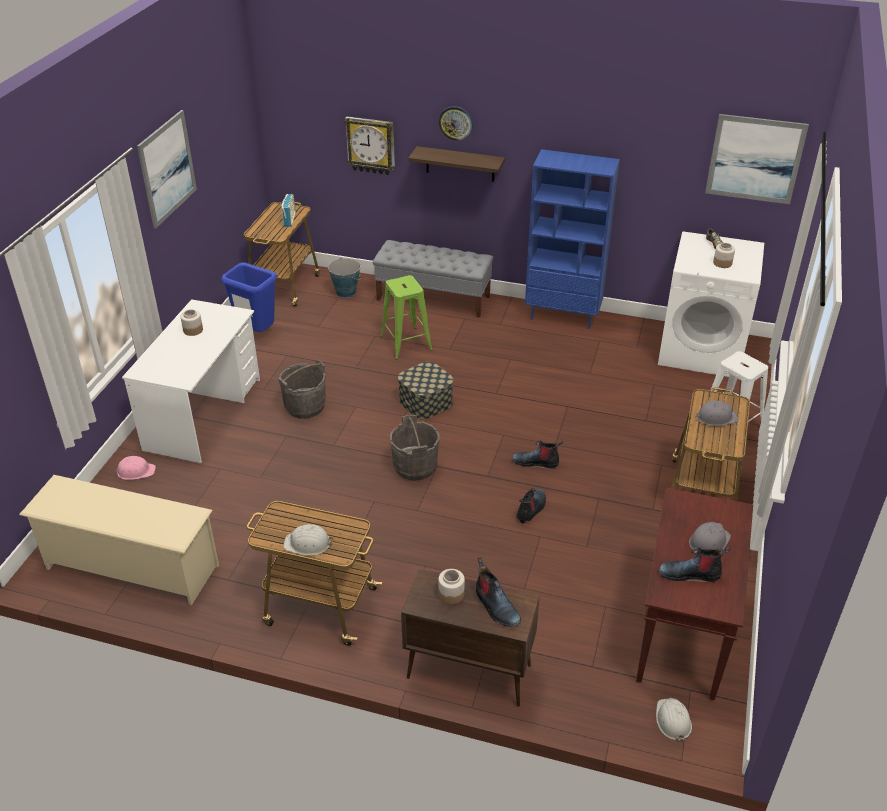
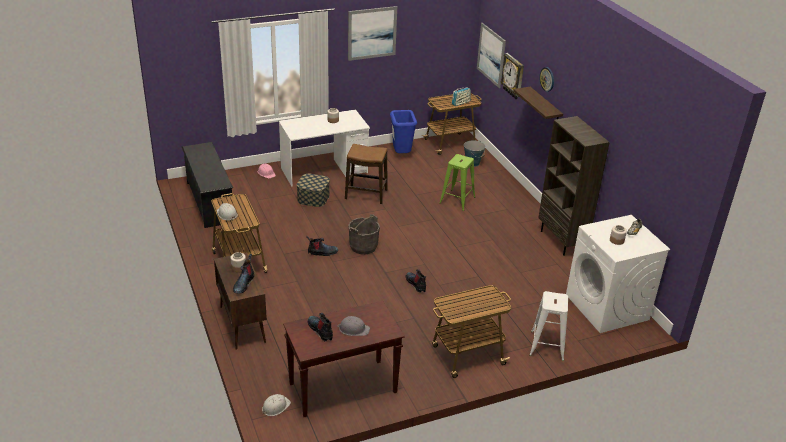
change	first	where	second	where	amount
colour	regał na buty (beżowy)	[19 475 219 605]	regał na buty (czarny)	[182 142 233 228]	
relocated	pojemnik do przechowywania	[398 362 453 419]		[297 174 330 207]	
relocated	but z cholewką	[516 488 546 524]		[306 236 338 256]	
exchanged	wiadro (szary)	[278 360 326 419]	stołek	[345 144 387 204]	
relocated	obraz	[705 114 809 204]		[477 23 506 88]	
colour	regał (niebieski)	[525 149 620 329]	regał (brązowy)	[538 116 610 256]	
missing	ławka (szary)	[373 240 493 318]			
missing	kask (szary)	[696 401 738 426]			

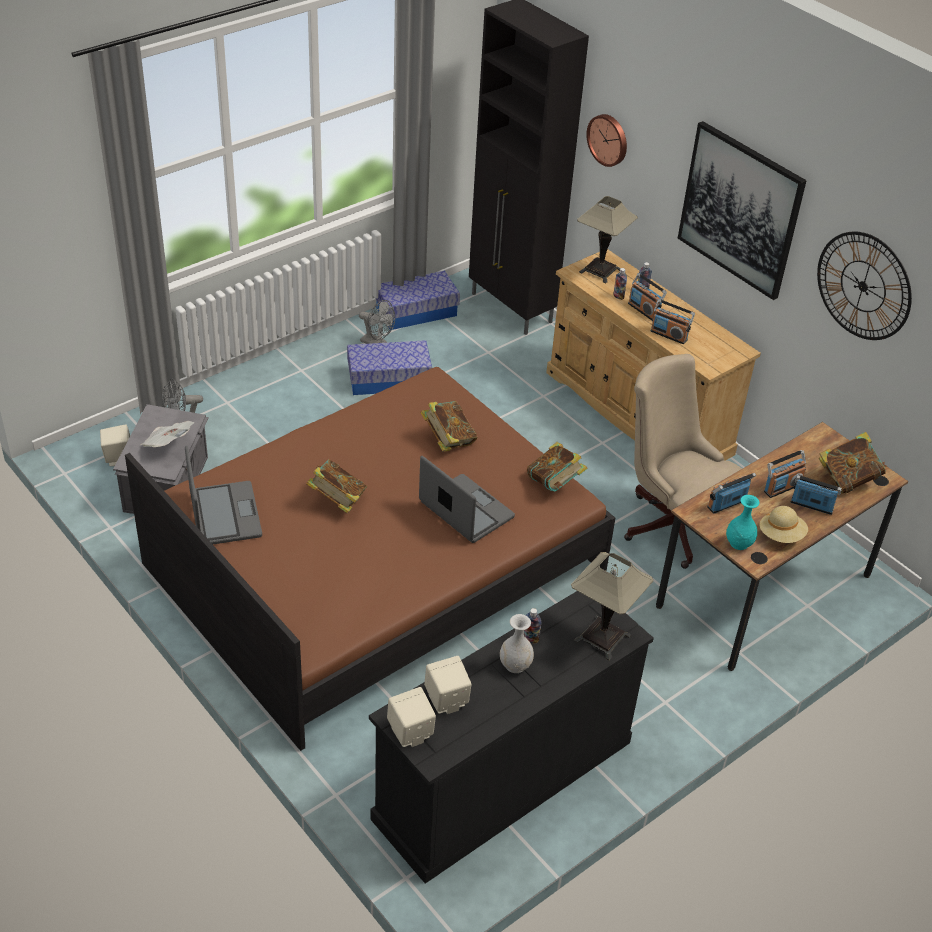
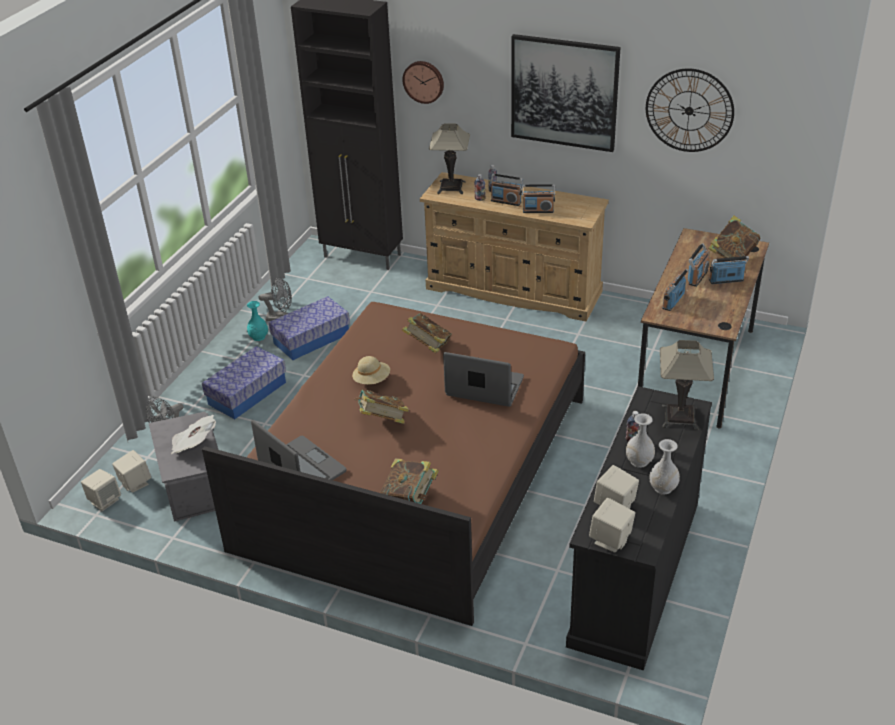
change	first	where	second	where	amount
appeared			głośnik (beżowy)	[81 469 121 511]	
relocated	pojemnik do przechowywania	[375 271 460 330]		[202 346 286 419]	
relocated	wazon (turkusowy)	[726 495 760 550]		[247 301 268 341]	
relocated	kapelusz (beżowy)	[759 506 808 543]		[352 356 390 384]	
relocated	książka	[527 442 588 492]		[380 458 439 504]	
appeared			wazon (biały)	[649 439 680 494]	
missing	krzesło biurowe (beżowy)	[624 354 742 569]			

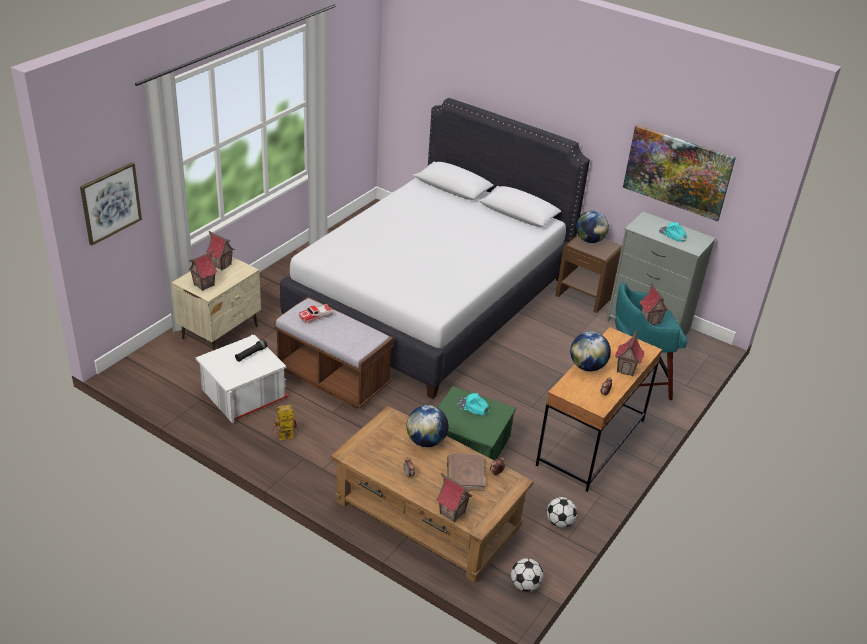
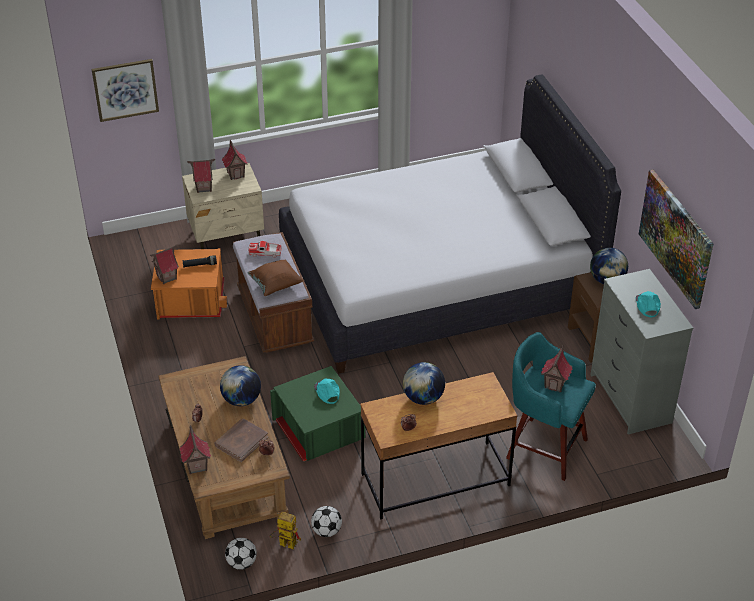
change	first	where	second	where	amount
relocated	domek	[615 330 645 376]		[150 245 179 284]	
colour	pojemnik do przechowywania (biały)	[195 335 288 423]	pojemnik do przechowywania (pomarańczowy)	[151 248 227 319]	
appeared			poduszka (brązowy)	[248 260 304 296]	
relocated	robot zabawkowy	[272 405 298 440]		[269 512 301 550]	

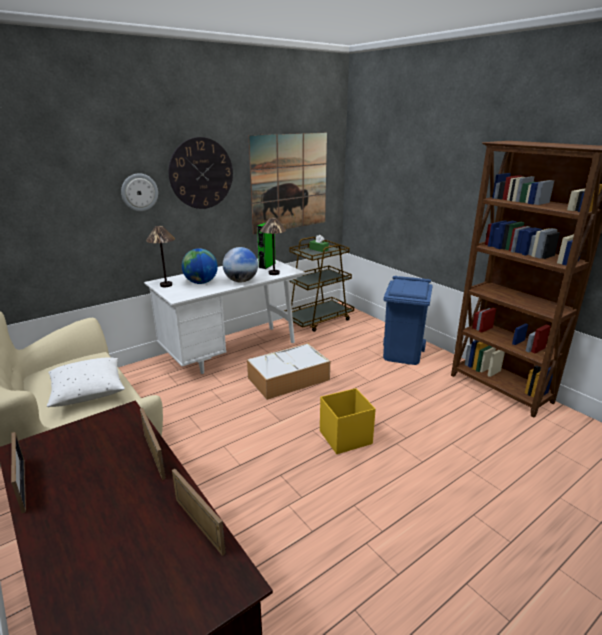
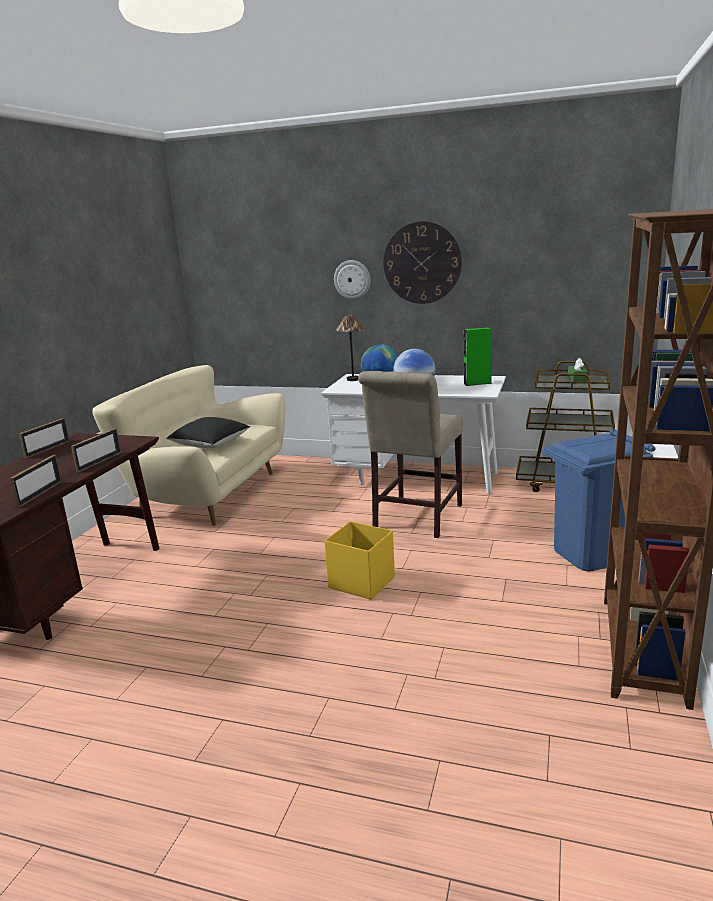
change	first	where	second	where	amount
colour	poduszka (biały)	[47 358 125 407]	poduszka (czarny)	[166 417 250 448]	
exchanged	pojemnik do przechowywania	[247 343 330 400]	krzesło (beżowy)	[358 371 463 538]	
missing	obraz	[249 133 327 235]			
missing	lampa stołowa	[260 218 286 275]			

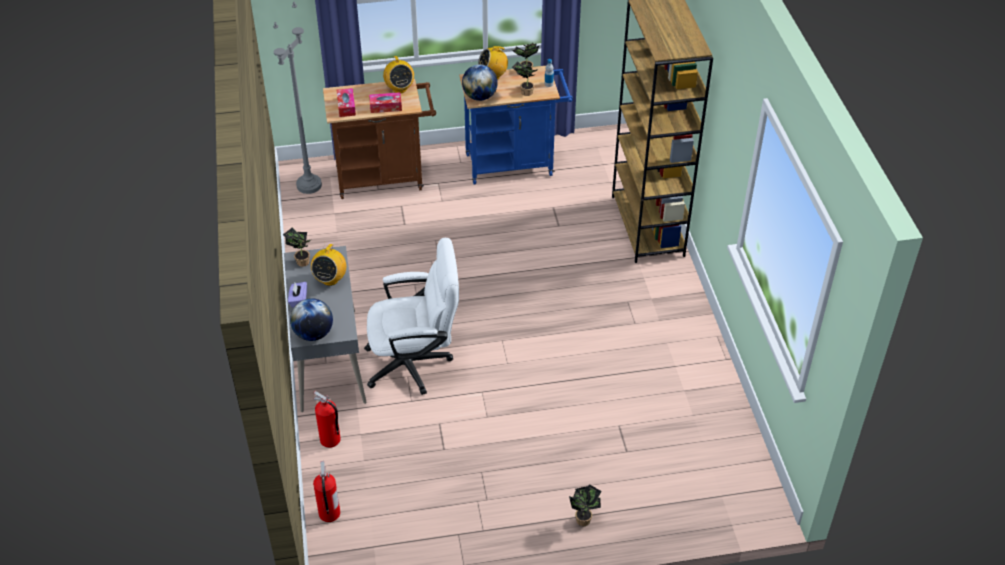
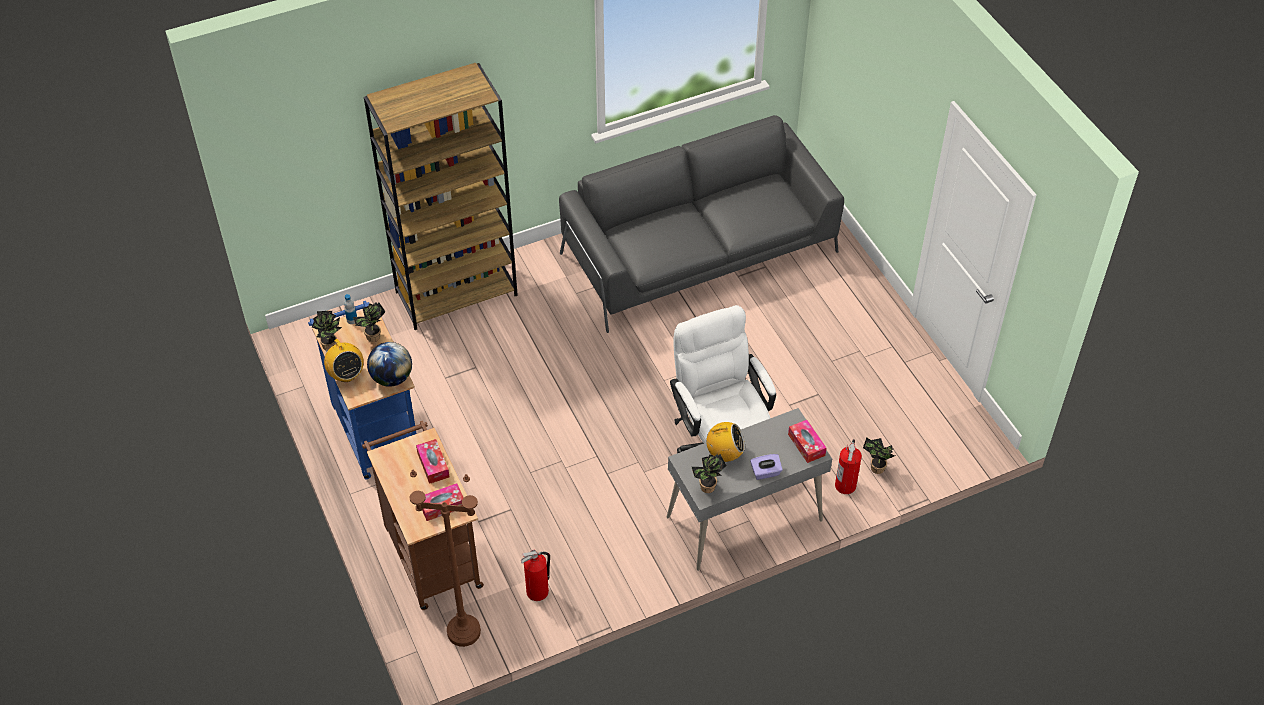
change	first	where	second	where	amount
colour	lampa stojąca (szary)	[273 2 322 194]	lampa stojąca (brązowy)	[410 470 481 647]	
relocated	gaśnica	[313 461 340 522]		[521 549 550 601]	
appeared			kanapa (szary)	[559 115 844 333]	
exchanged	globus	[290 298 333 341]	pudełko chusteczek	[788 420 826 463]	
relocated	roślina doniczkowa	[569 484 602 526]		[863 438 895 474]	
missing	radio	[383 56 414 94]			

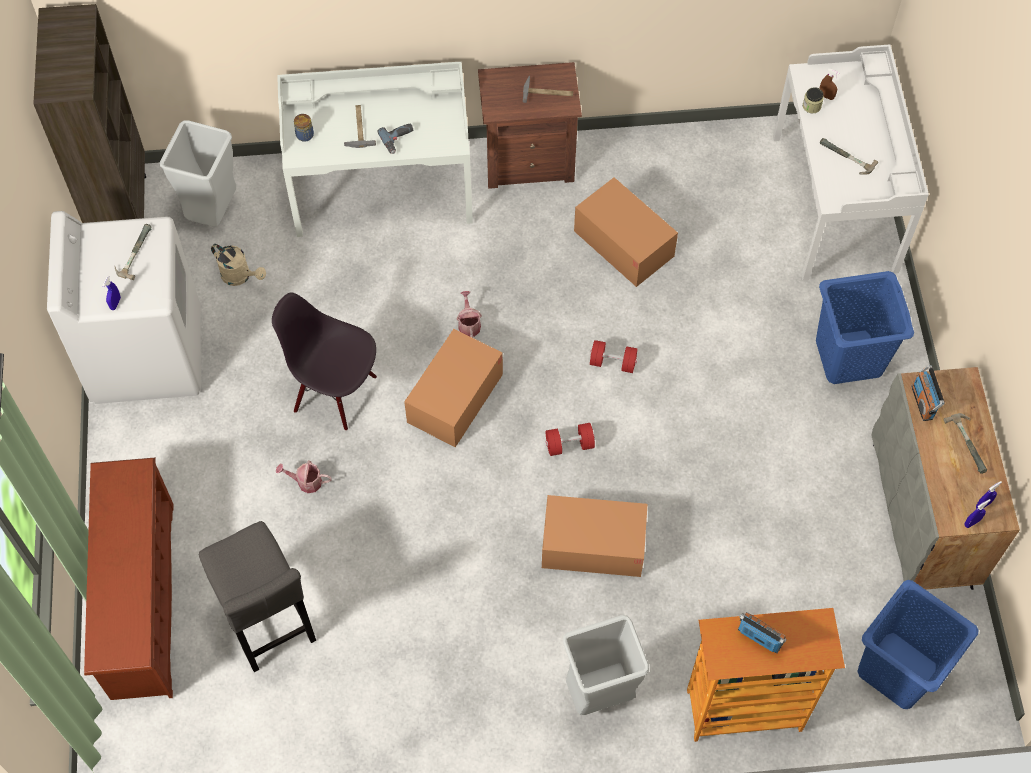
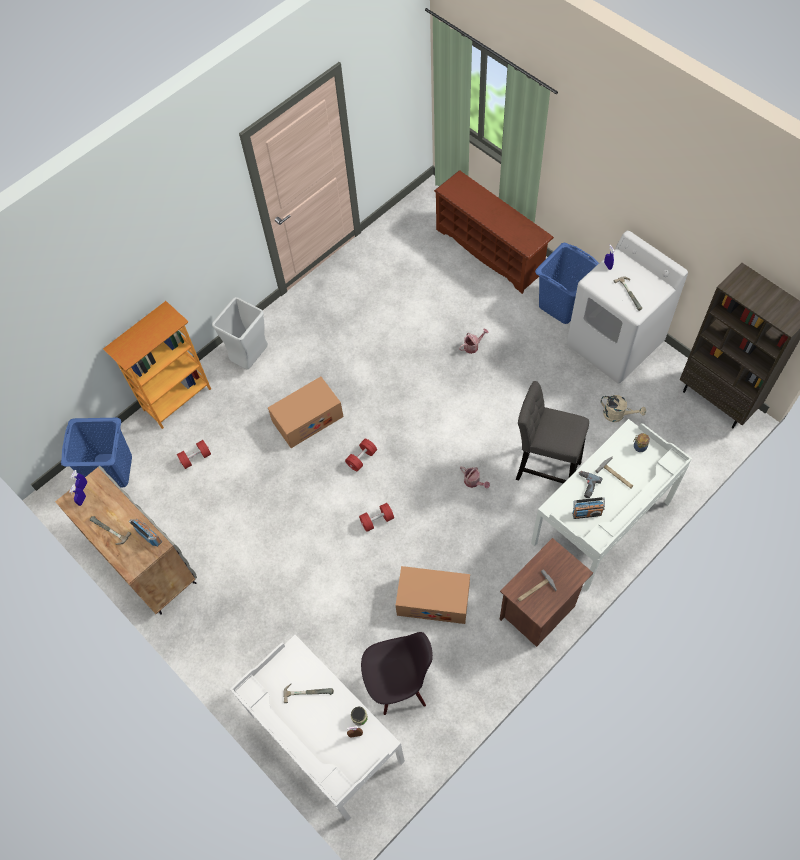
change	first	where	second	where	amount
appeared			hantel (czerwony)	[177 440 211 469]	
relocated	krzesło (czarny)	[272 293 377 431]		[361 632 433 715]	
relocated	stołek (szary)	[199 521 316 672]		[516 381 589 484]	
relocated	kosz na pranie (niebieski)	[816 271 914 384]		[535 243 599 324]	
relocated	radio	[738 612 786 653]		[572 497 605 519]	
spun	konewka (beżowy)	[211 244 266 286]		[601 395 646 422]	150 degrees counterclockwise
missing	kosz na śmieci (szary)	[160 121 236 227]			
missing	karton	[404 329 503 447]			

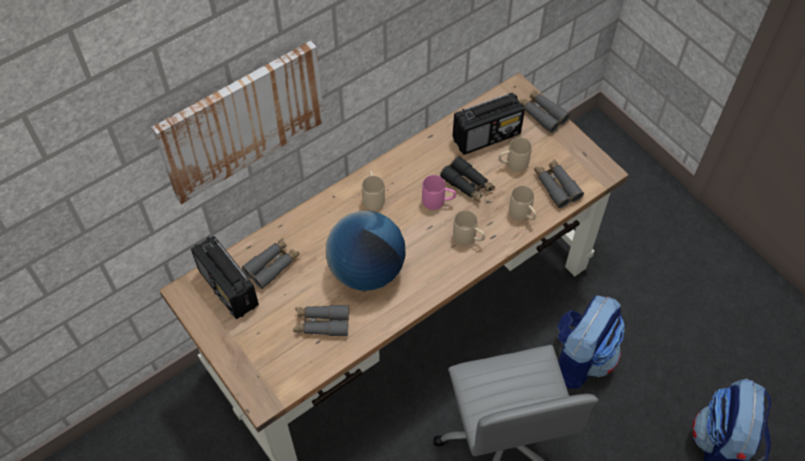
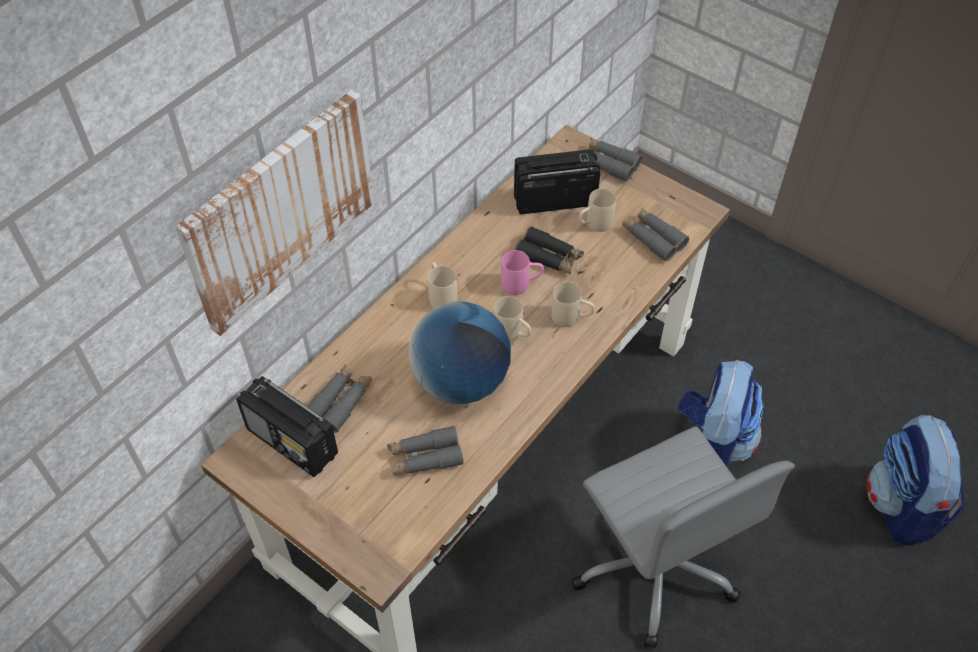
change	first	where	second	where	amount
relocated	kubek (beżowy)	[509 185 536 221]		[494 296 531 342]	
spun	radio	[452 93 525 155]		[514 149 600 214]	150 degrees counterclockwise

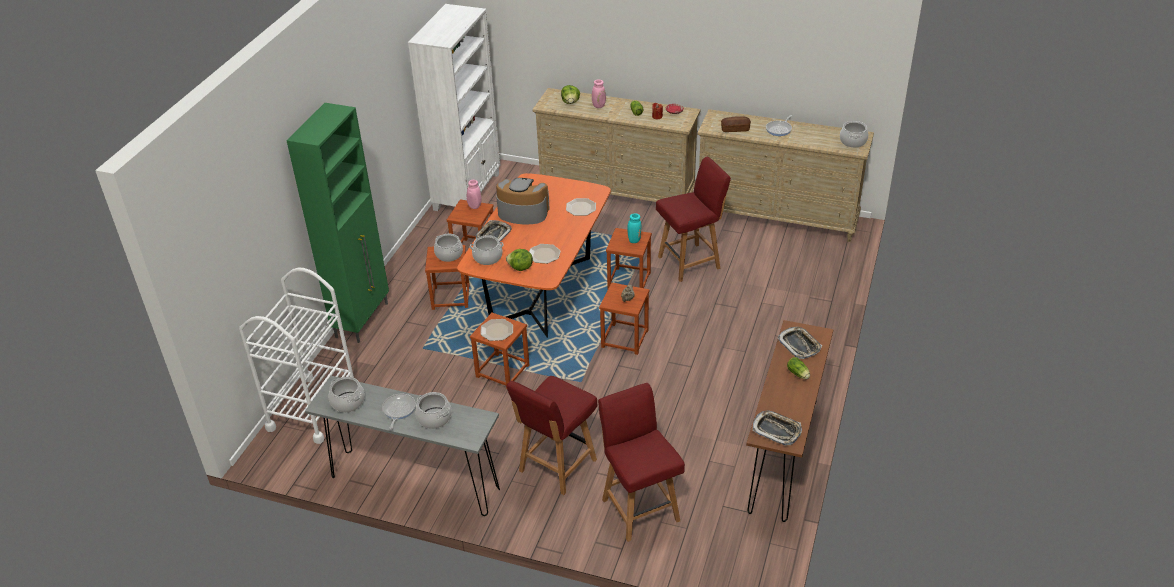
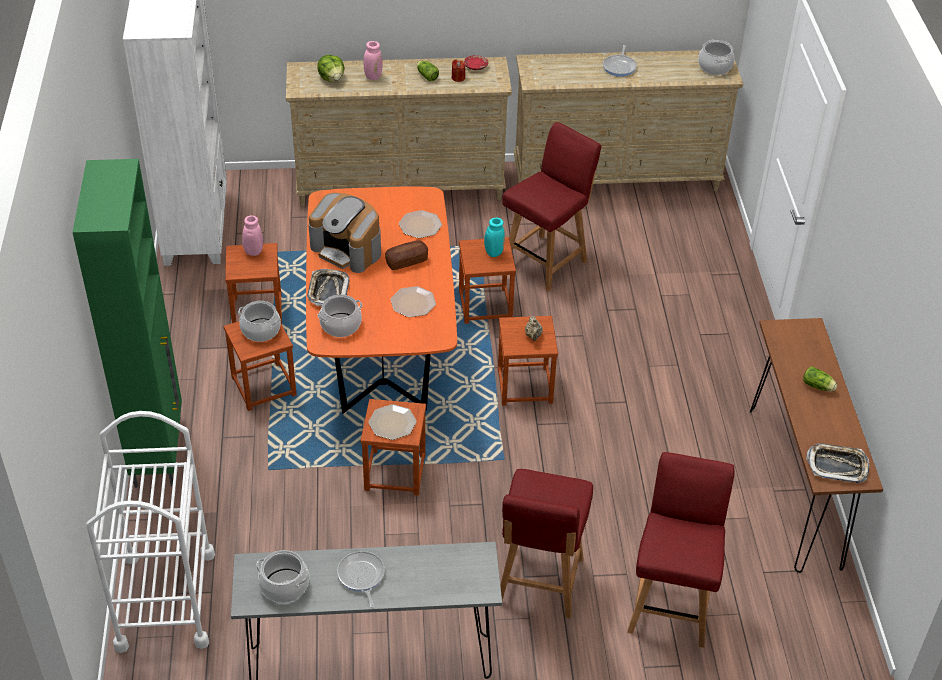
change	first	where	second	where	amount
spun	ekspres do kawy	[496 178 550 225]		[308 193 381 273]	135 degrees counterclockwise
relocated	chleb	[721 117 751 132]		[385 240 428 270]	
spun	krzesło (czerwony)	[598 383 685 542]		[628 452 734 648]	60 degrees clockwise
missing	garnek	[415 392 452 429]			
missing	sałata	[506 249 533 271]			
missing	taca	[777 327 822 359]			

